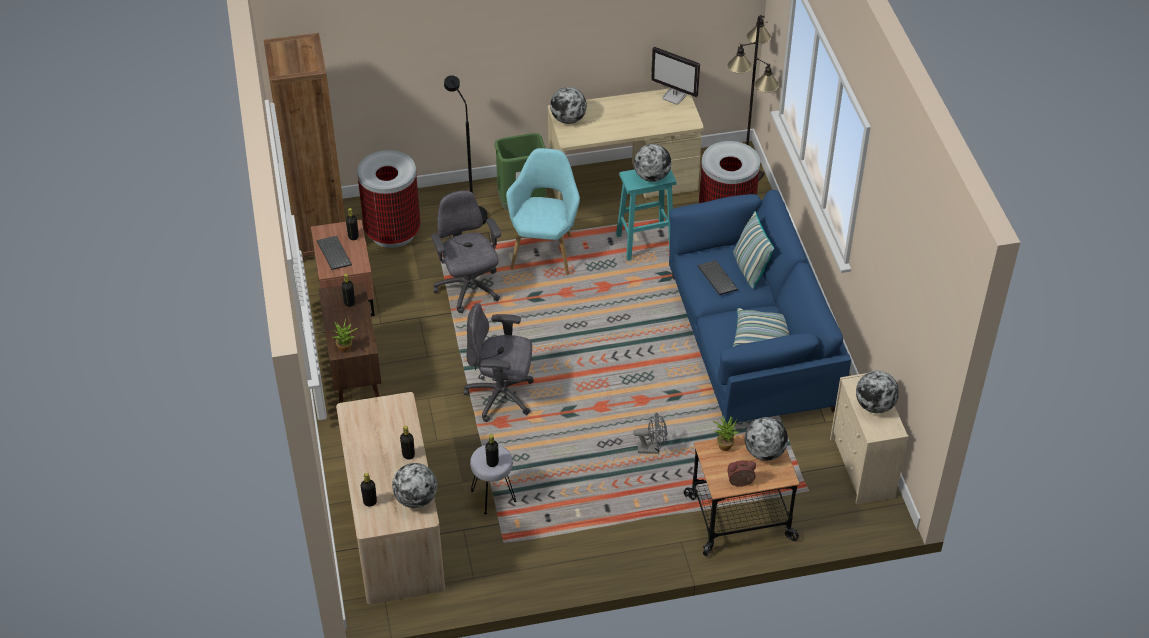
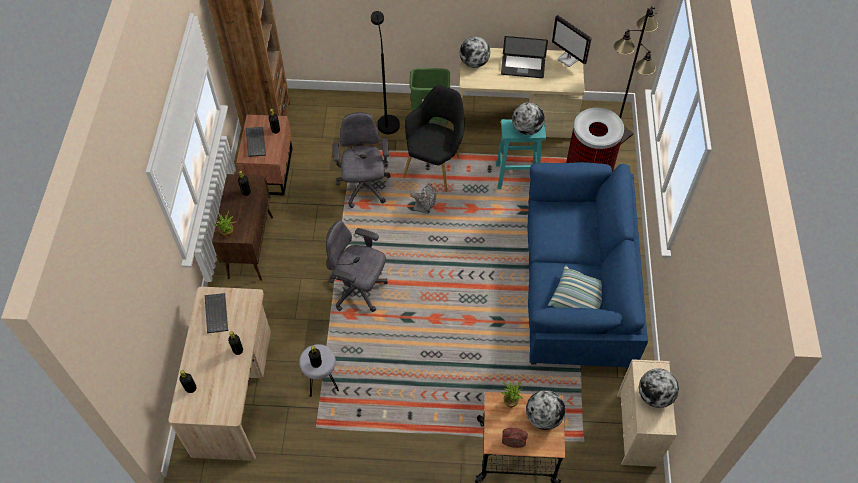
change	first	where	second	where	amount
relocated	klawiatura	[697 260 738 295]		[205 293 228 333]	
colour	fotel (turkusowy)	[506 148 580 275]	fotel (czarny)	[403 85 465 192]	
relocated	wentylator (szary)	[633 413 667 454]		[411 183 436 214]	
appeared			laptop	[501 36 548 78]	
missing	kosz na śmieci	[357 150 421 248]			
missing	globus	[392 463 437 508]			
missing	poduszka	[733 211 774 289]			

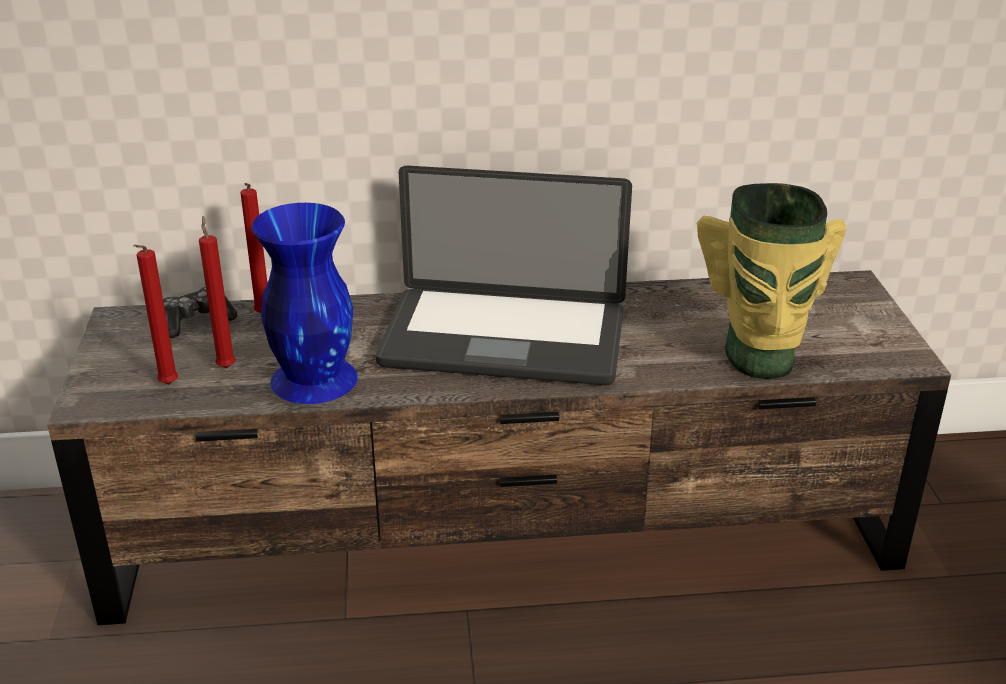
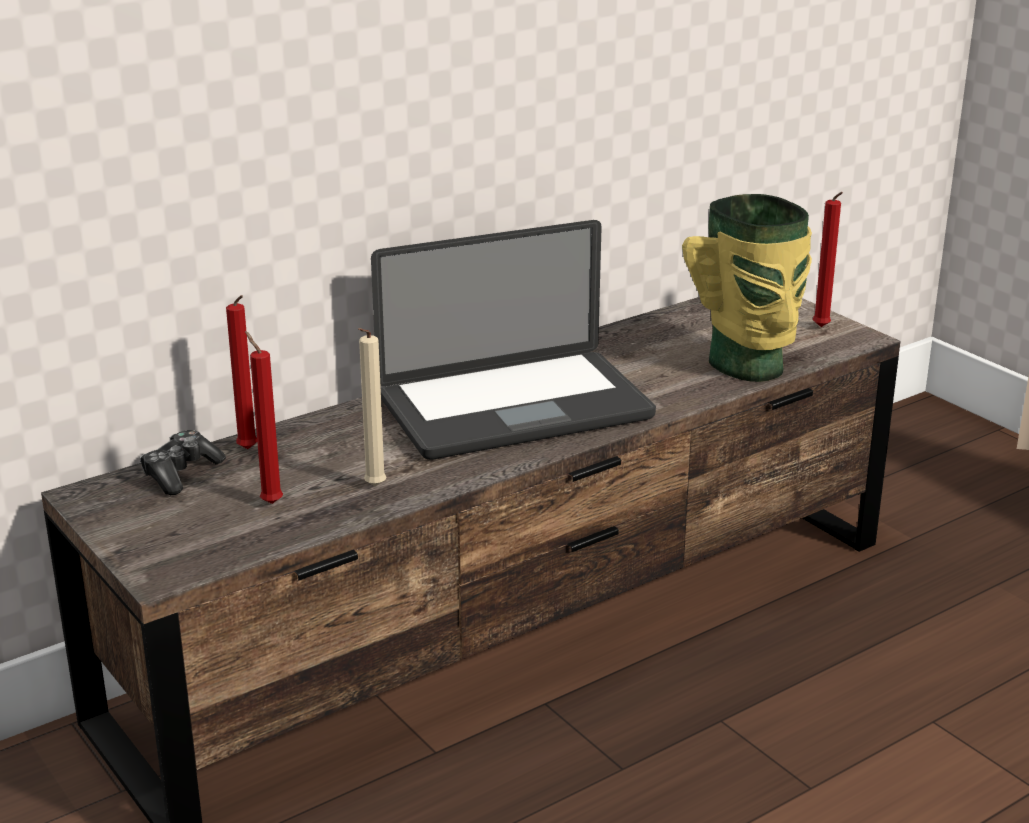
change	first	where	second	where	amount
exchanged	wazon (niebieski)	[252 203 358 404]	świeca (beżowy)	[358 328 387 486]	
relocated	świeca (czerwony)	[133 245 178 384]		[813 192 843 327]	

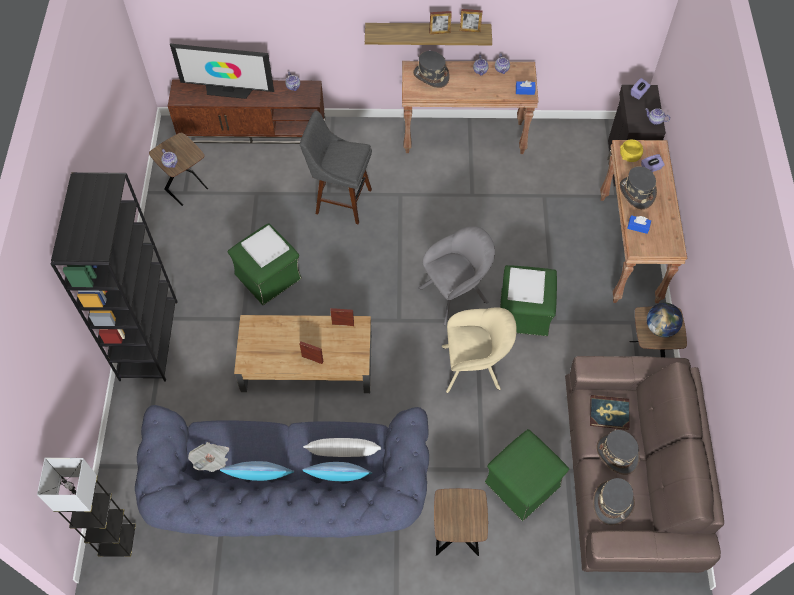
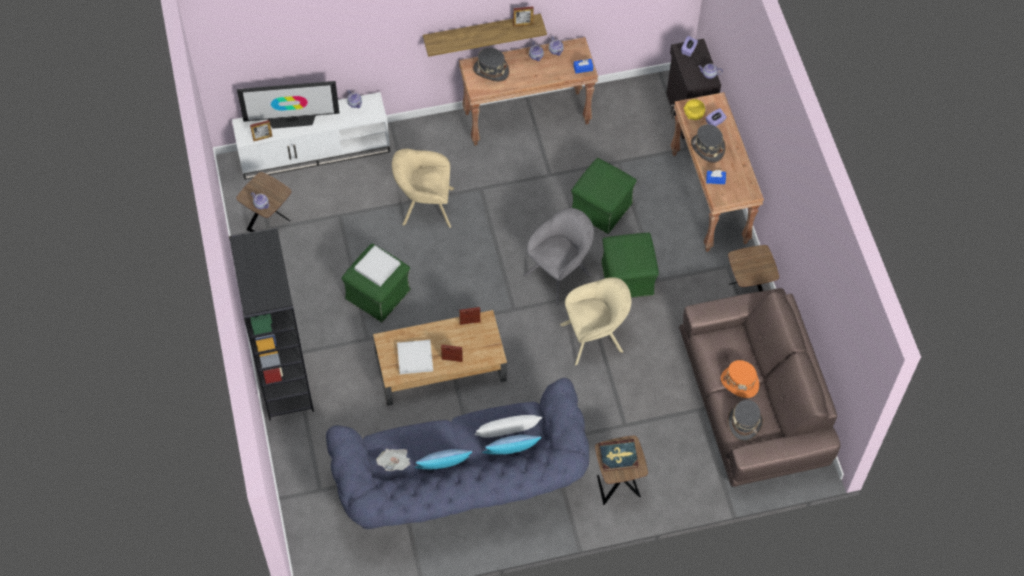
change	first	where	second	where	amount
colour	szafka pod telewizor (brązowy)	[168 80 325 144]	szafka pod telewizor (biały)	[232 92 390 180]	
relocated	ramka na zdjęcie	[429 11 452 34]		[250 120 273 141]	
exchanged	stołek (szary)	[300 111 372 224]	fotel (beżowy)	[392 149 454 228]	
relocated	taca (biały)	[508 268 545 304]		[397 340 433 374]	
relocated	pufa (zielony)	[485 429 569 521]		[571 158 637 234]	
relocated	książka	[590 395 630 430]		[599 439 639 471]	
colour	kapelusz (szary)	[597 429 640 475]	kapelusz (pomarańczowy)	[721 360 759 398]	
missing	lampa stojąca (szary)	[37 458 136 557]			
missing	globus	[647 303 683 337]			

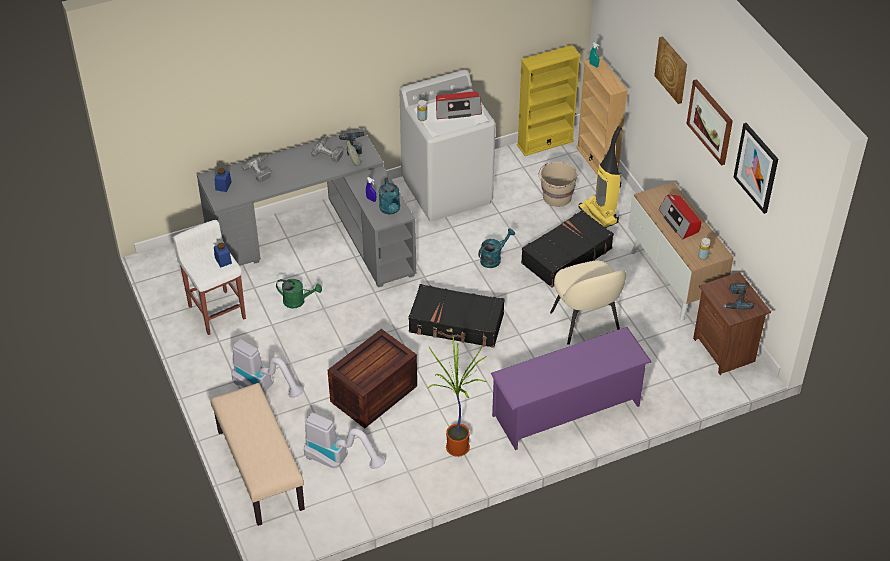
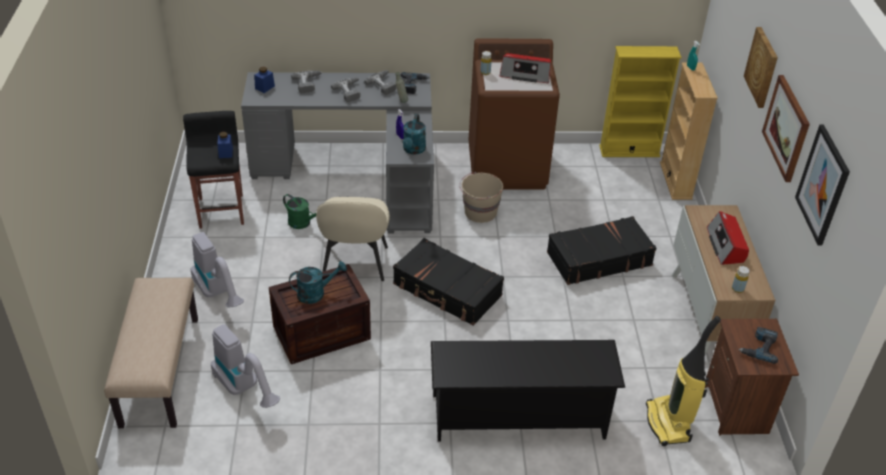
change	first	where	second	where	amount
colour	stołek (biały)	[173 220 246 335]	stołek (czarny)	[183 111 244 229]	
relocated	konewka (turkusowy)	[478 228 515 268]		[289 261 347 304]	
relocated	krzesło (beżowy)	[550 261 626 345]		[316 197 390 281]	
appeared			wiertarka	[331 78 360 102]	
colour	regał na buty (fioletowy)	[490 327 651 450]	regał na buty (czarny)	[431 340 625 441]	
relocated	wiadro (beżowy)	[539 162 578 207]		[460 172 503 223]	
colour	pralka (biały)	[400 70 495 222]	pralka (brązowy)	[469 38 560 190]	
relocated	odkurzacz	[579 126 622 228]		[646 316 721 446]	
missing	roślina doniczkowa	[427 336 487 457]			

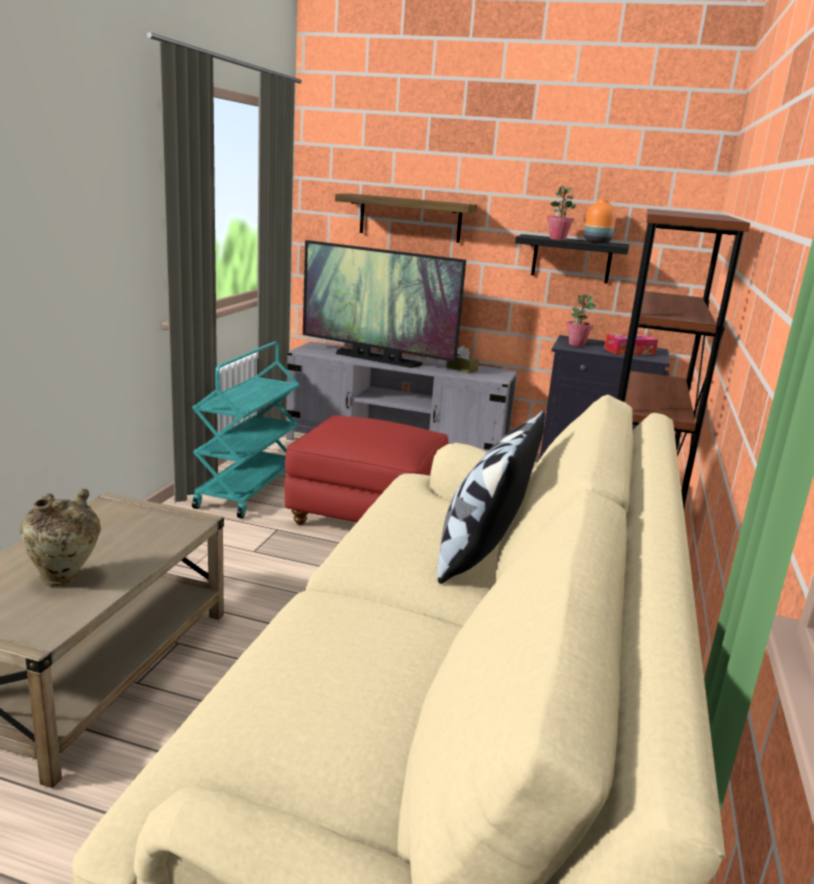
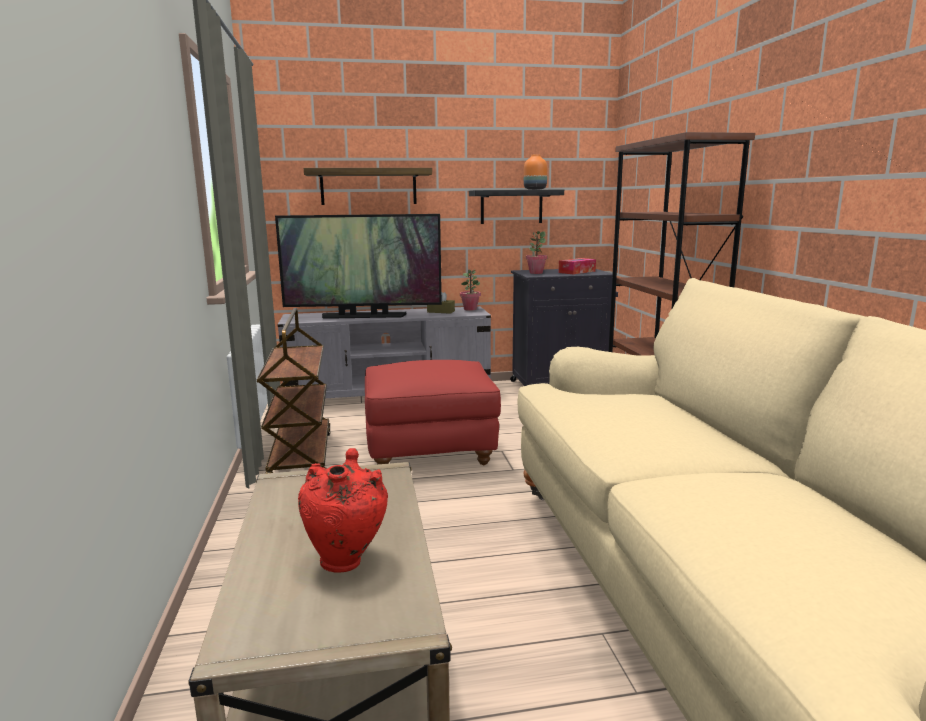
change	first	where	second	where	amount
colour	wózek (turkusowy)	[192 342 300 518]	wózek (brązowy)	[257 308 331 474]	
colour	wazon (beżowy)	[20 488 101 586]	wazon (czerwony)	[298 448 388 573]	
relocated	roślina doniczkowa	[547 186 576 240]		[460 269 481 311]	
missing	poduszka	[437 410 546 584]			

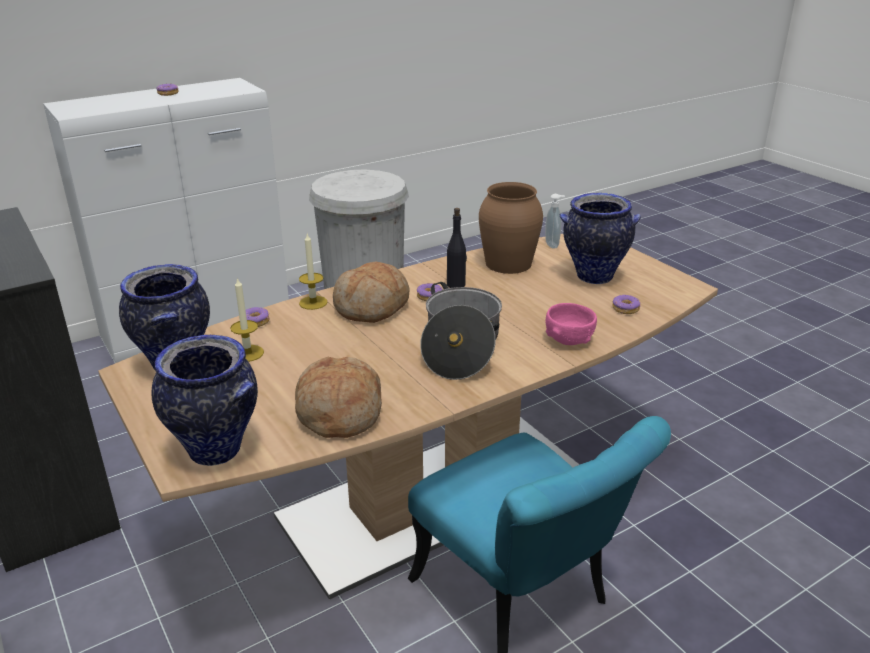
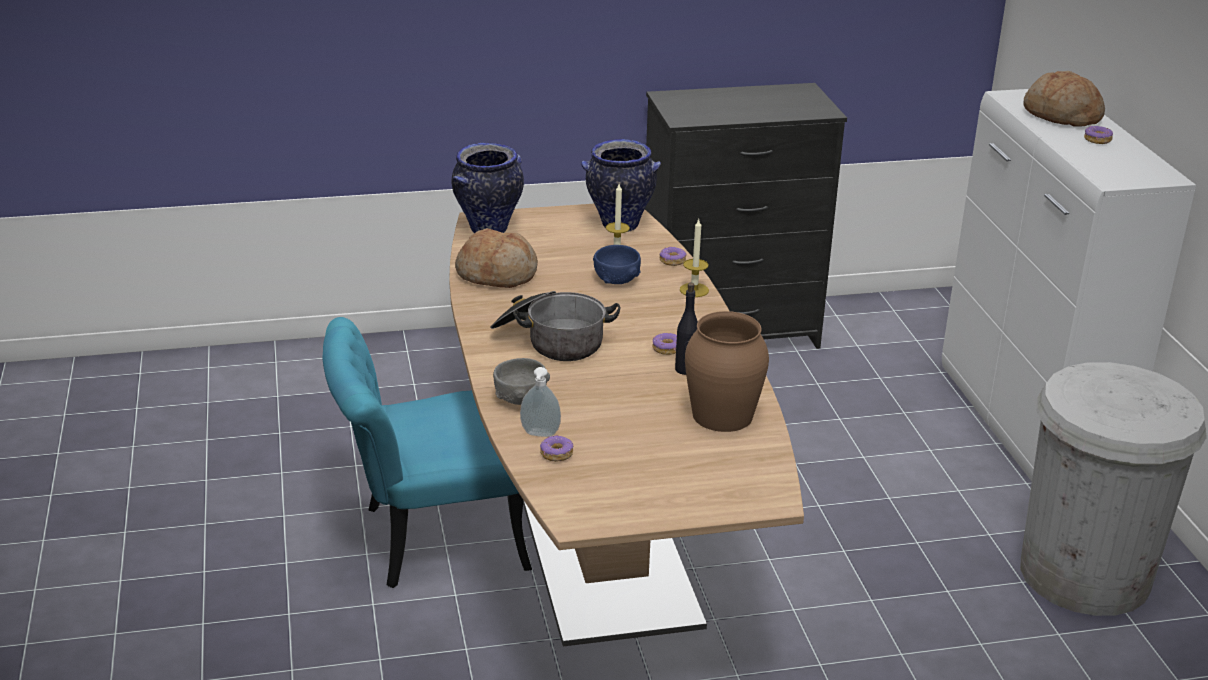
change	first	where	second	where	amount
colour	miska (różowy)	[546 303 597 345]	miska (szary)	[493 358 550 405]	
relocated	dozownik mydła	[545 194 565 249]		[520 367 561 437]	
appeared			miska (niebieski)	[593 245 641 284]	
relocated	chleb	[333 262 410 323]		[1023 71 1105 127]	
missing	wazon	[560 193 641 284]			

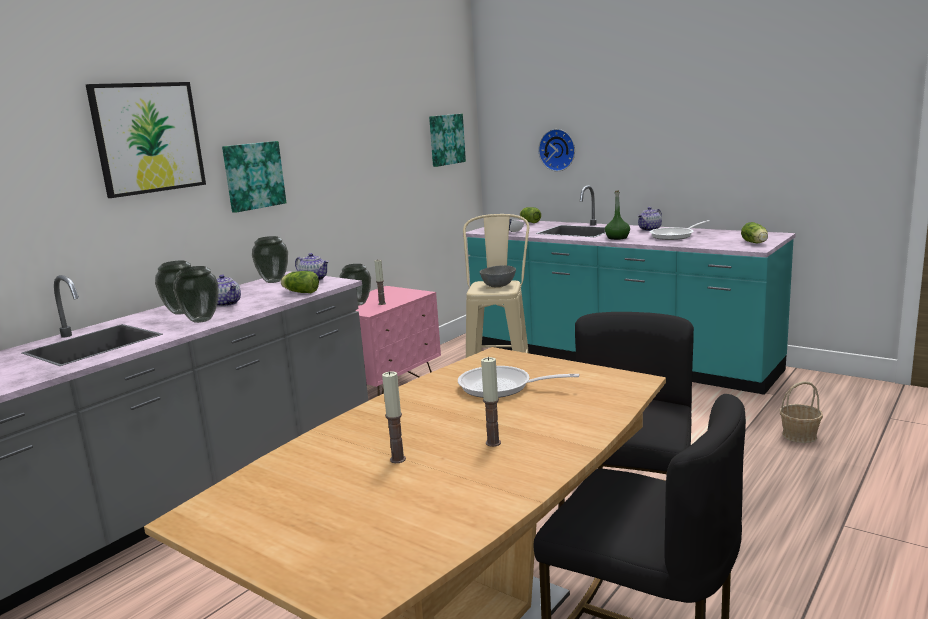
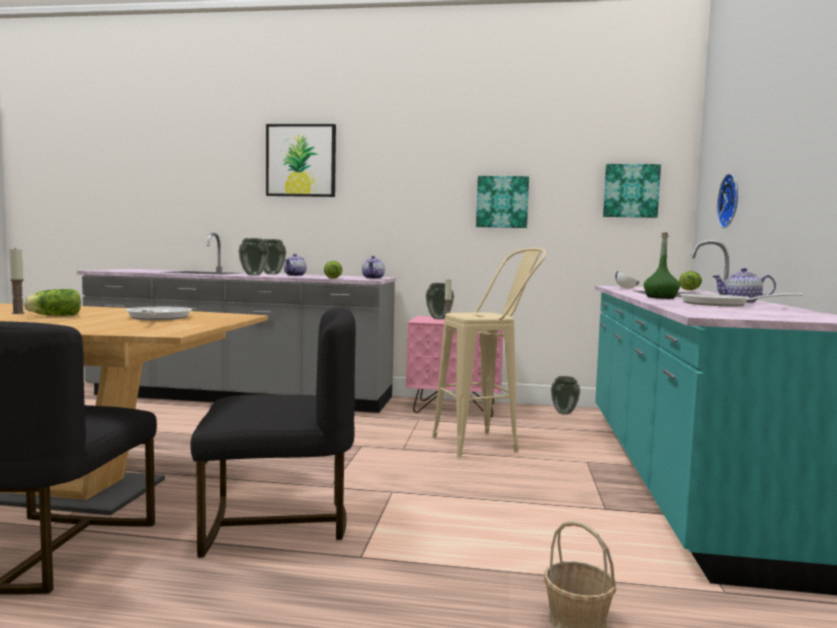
change	first	where	second	where	amount
relocated	sałata	[741 222 768 243]		[23 289 81 316]	
relocated	obraz	[222 141 286 213]		[476 176 529 228]	
relocated	wazon	[252 236 288 283]		[551 376 580 415]	
missing	miska (szary)	[480 265 516 287]			
missing	świeca	[481 357 501 447]			

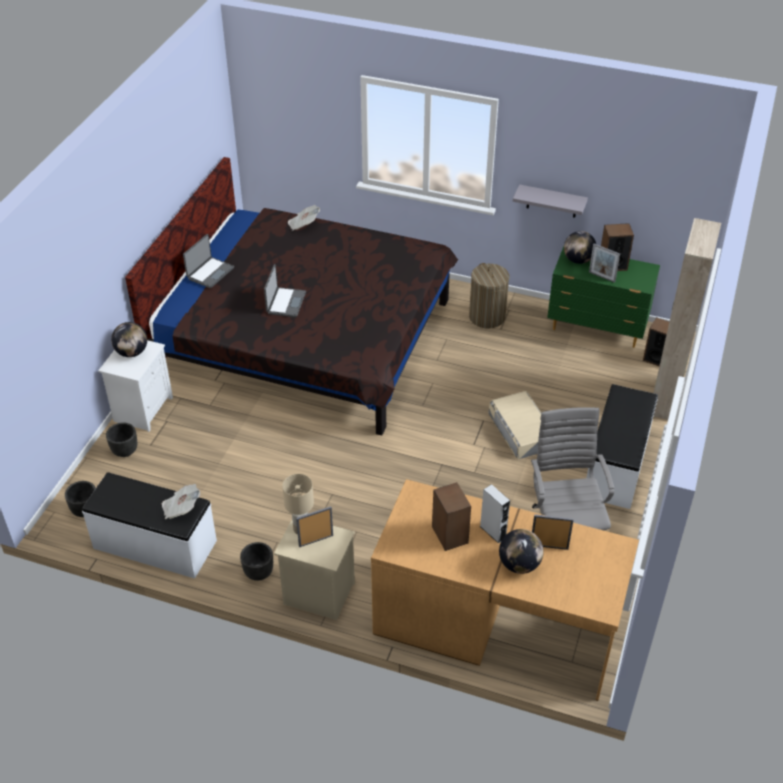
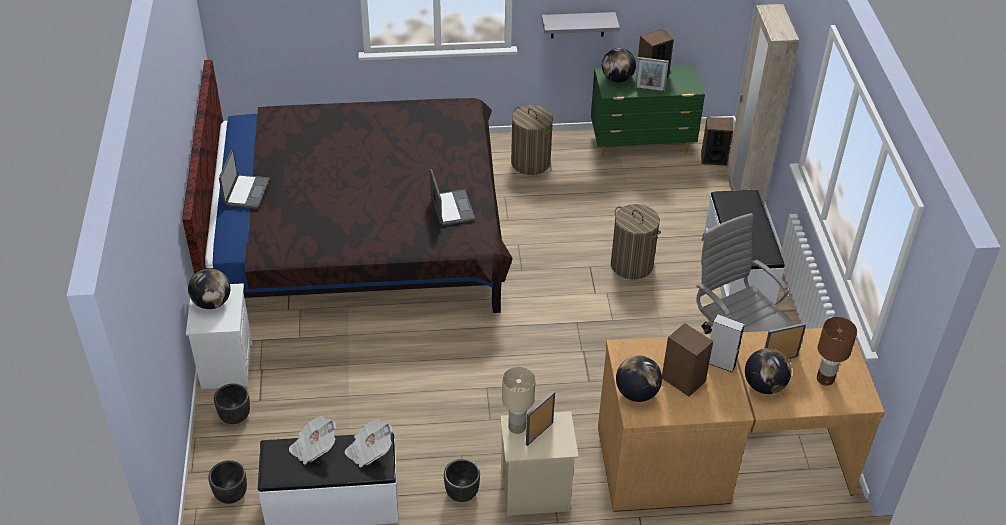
change	first	where	second	where	amount
relocated	gazeta	[288 205 320 231]		[289 416 337 465]	
relocated	laptop	[264 264 306 318]		[430 169 475 226]	
exchanged	pojemnik do przechowywania (beżowy)	[489 391 541 459]	kosz na pranie	[611 204 661 280]	
appeared			globus	[616 356 662 402]	
appeared			lampa stołowa (brązowy)	[817 317 857 386]	

